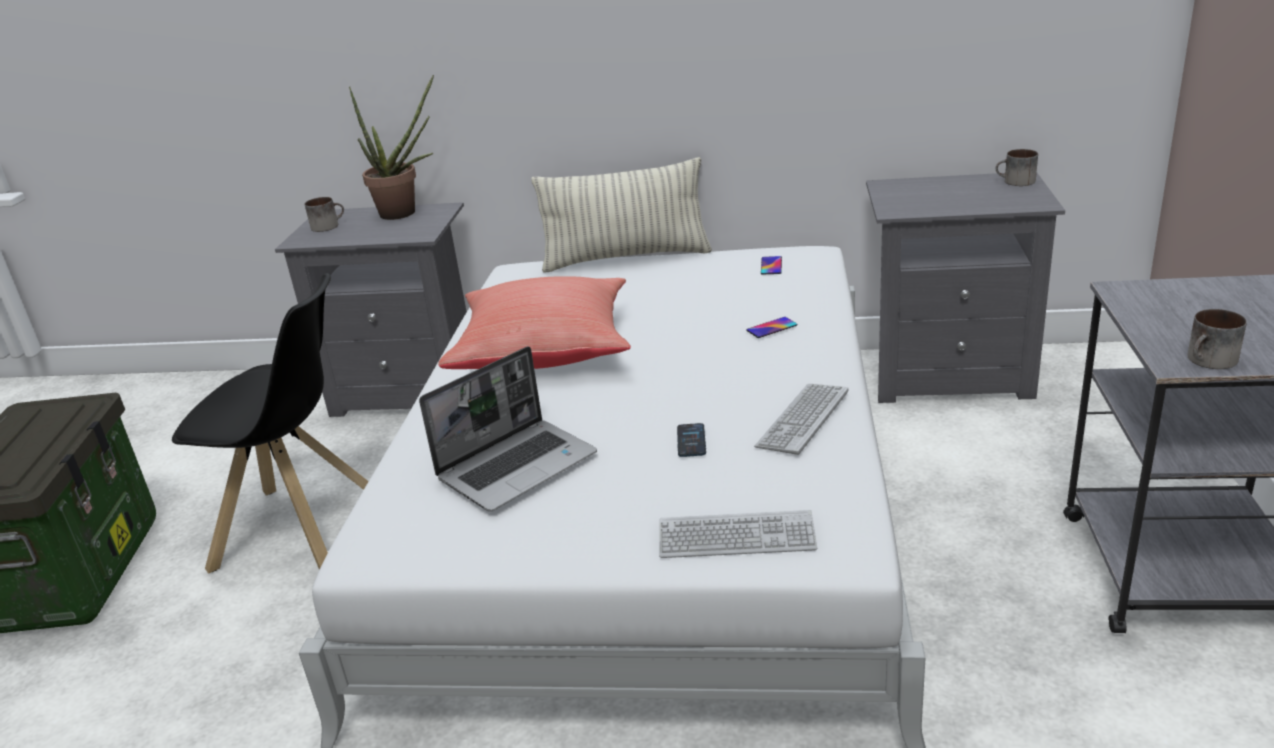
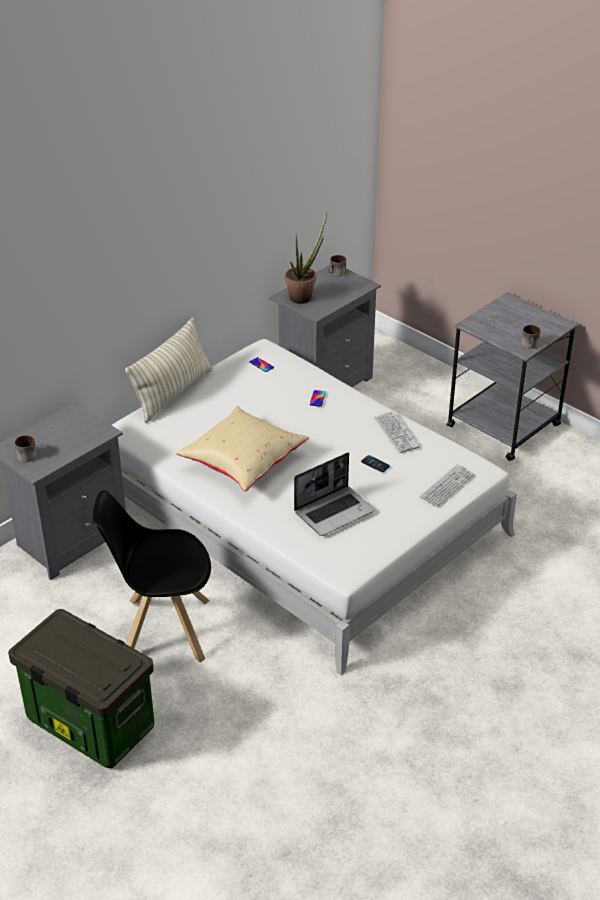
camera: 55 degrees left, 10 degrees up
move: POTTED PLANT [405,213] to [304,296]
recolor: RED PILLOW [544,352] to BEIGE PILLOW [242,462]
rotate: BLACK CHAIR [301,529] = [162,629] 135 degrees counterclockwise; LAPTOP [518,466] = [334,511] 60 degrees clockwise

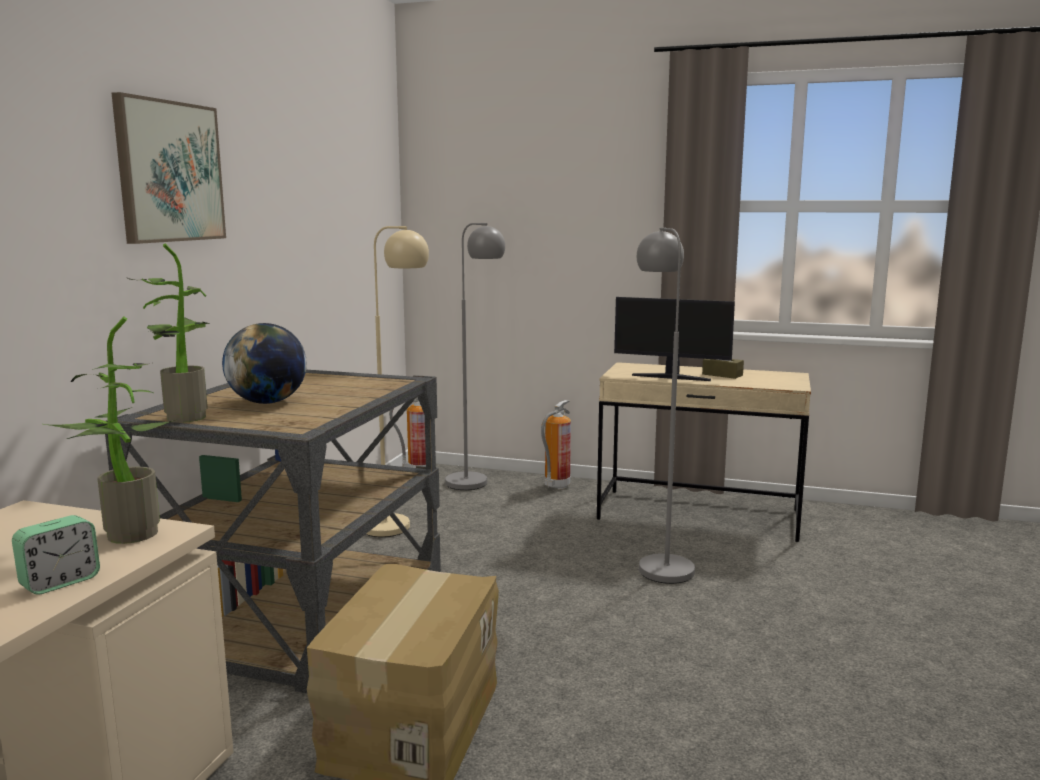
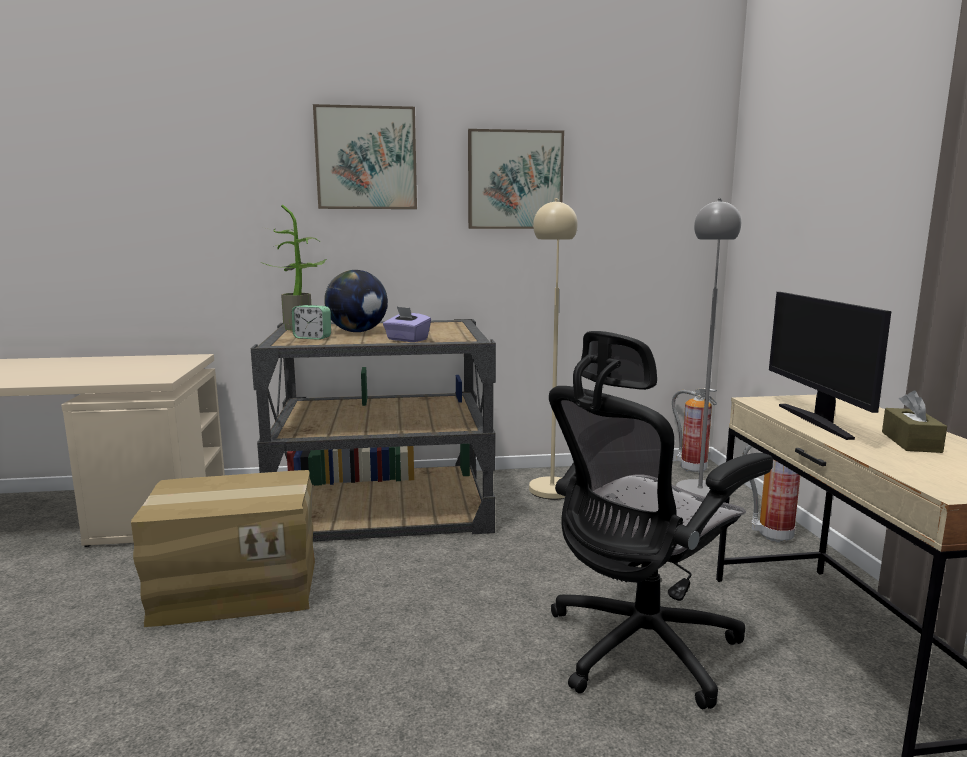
camera: 65 degrees right, 0 degrees up
delete: POTTED PLANT [125,537]
insert: PICTURE [515,180]; PURPLE TISSUE BOX [407,340]
move: ALARM CLOCK [60,582] to [312,338]
replace: GREY FLOOR LAMP [659,564] to OFFICE CHAIR [641,649]

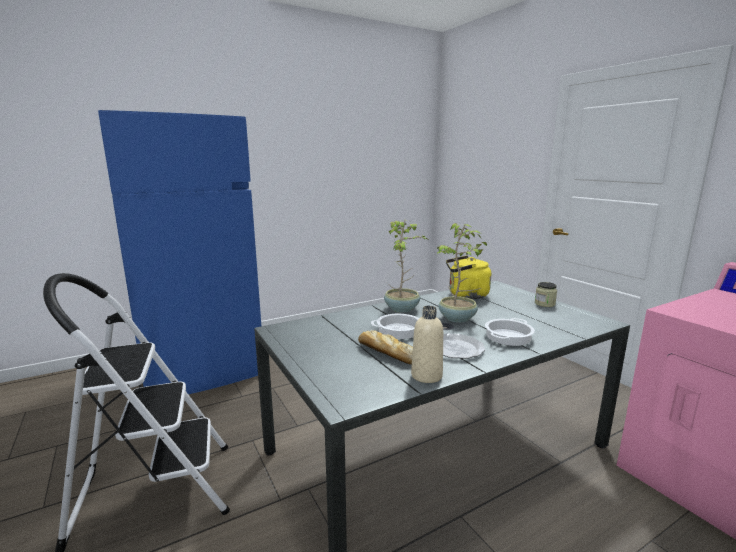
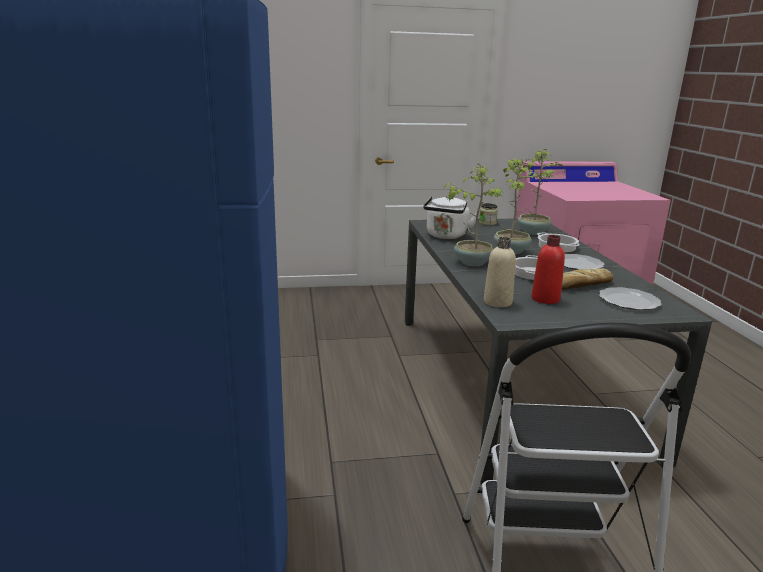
camera: 70 degrees left, 5 degrees up
insert: POTTED PLANT [533,232]; RED BOTTLE [545,299]; PLATE [628,301]
move: BEIGE BOTTLE [426,375] to [497,302]
recolor: YELLOW KETTLE [466,295] to WHITE KETTLE [446,236]

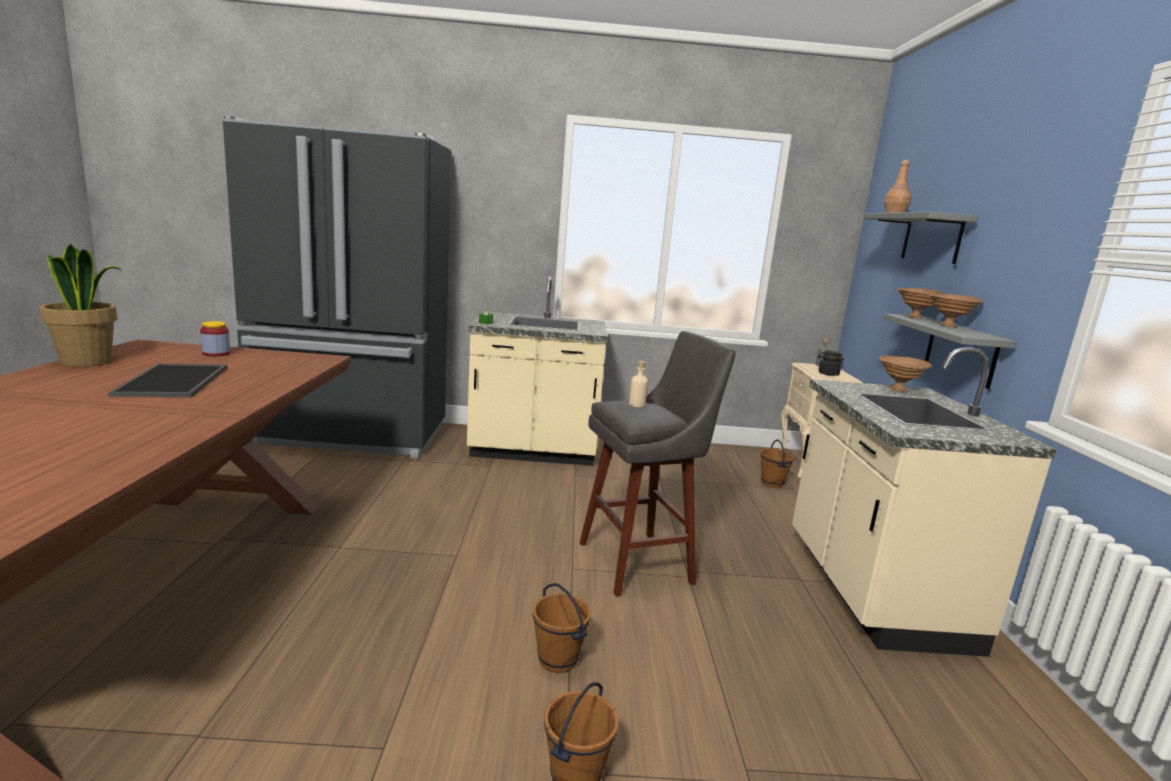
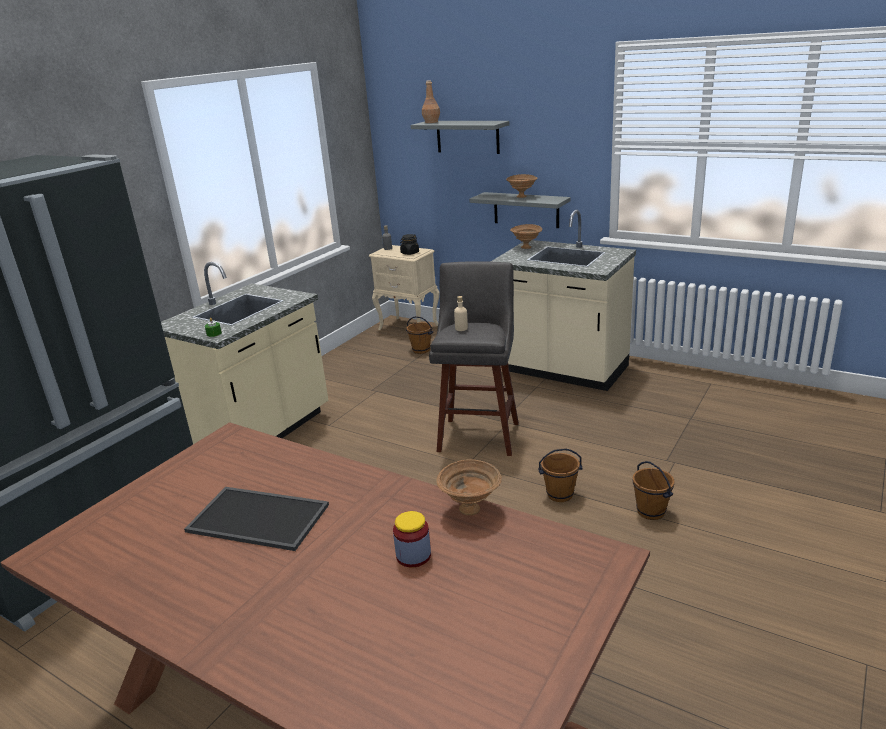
camera: 55 degrees left, 10 degrees up
delete: POTTED PLANT [87,362]
move: BROWN BOWL [915,317] to [471,509]; JAR [216,353] to [413,555]

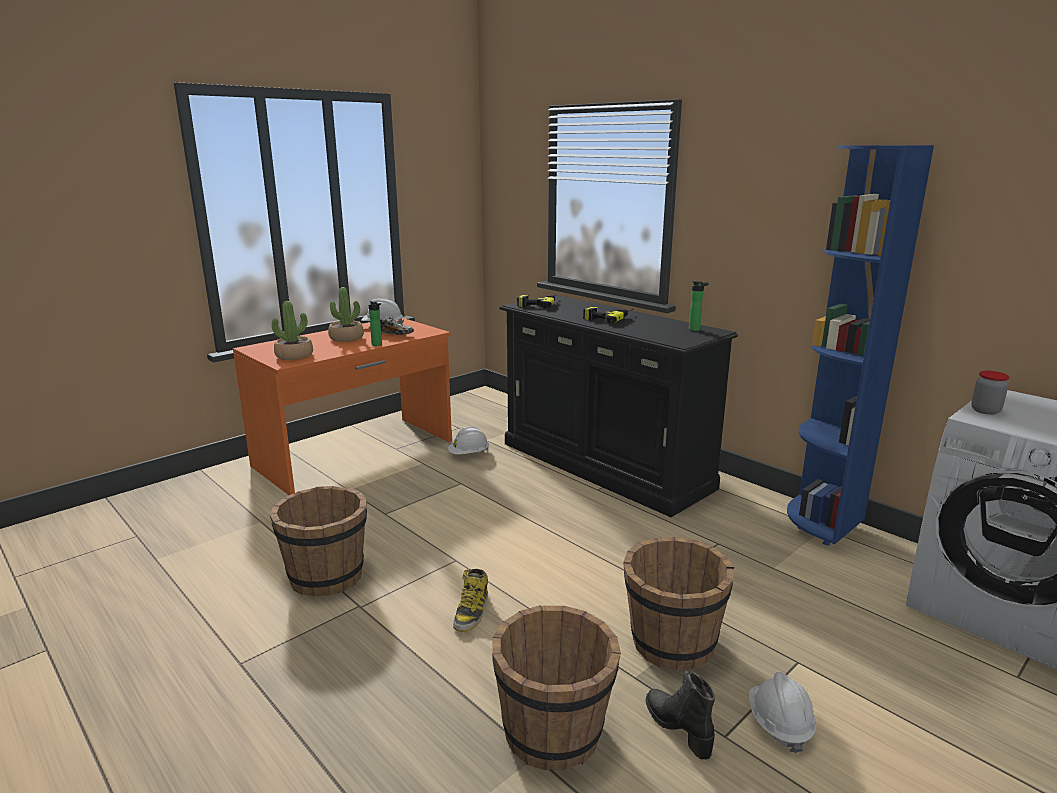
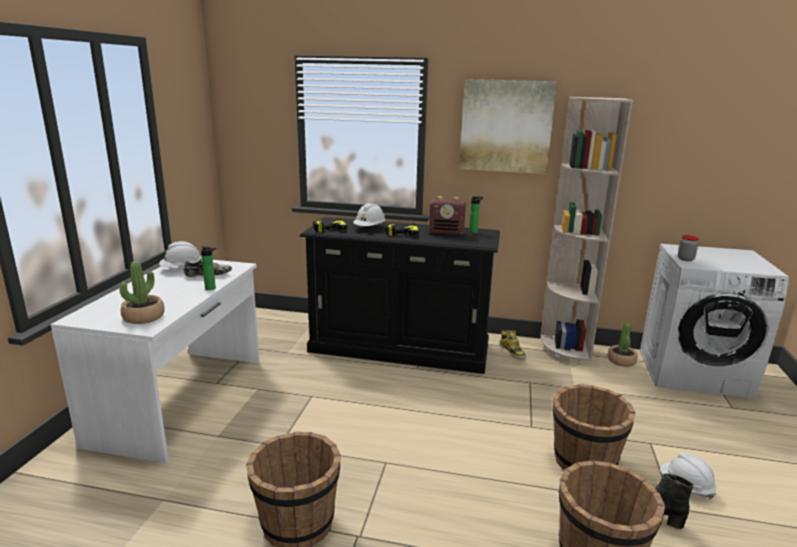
camera: 35 degrees left, 0 degrees up
insert: PICTURE [506,126]; RADIO [446,233]
move: POTTED PLANT [346,338] to [621,361]; WHITE HARD HAT [469,454] to [369,228]; BOOT [471,611] to [512,351]
recolor: BLUE BOOKCASE [818,527] to BEIGE BOOKCASE [565,353]; ORANGE DESK [356,454] to WHITE DESK [182,399]

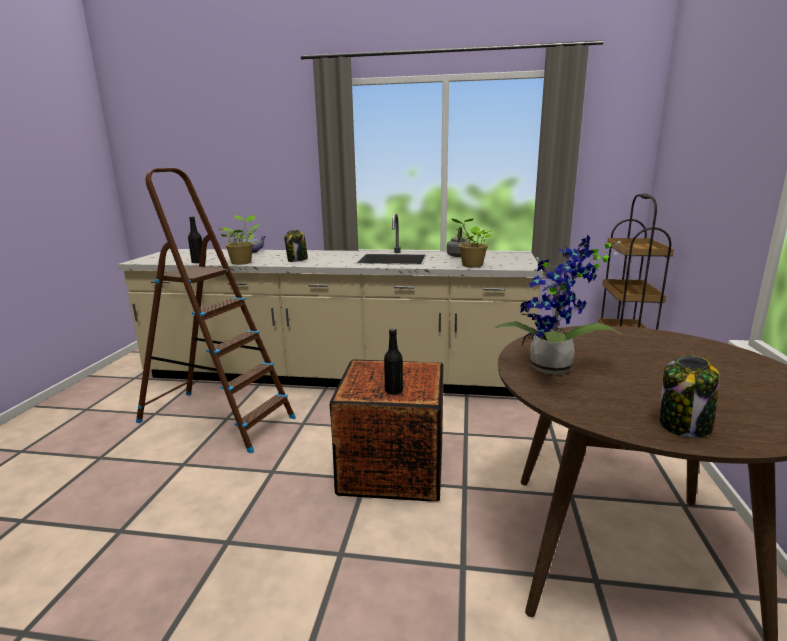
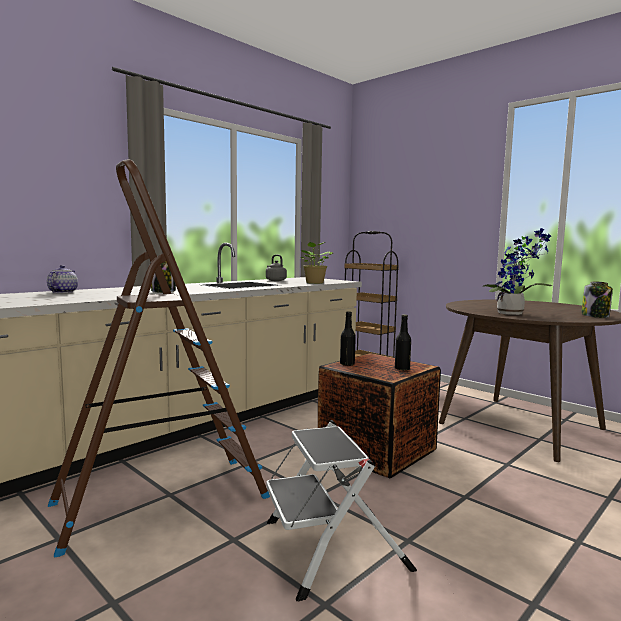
camera: 55 degrees left, 10 degrees down
delete: POTTED PLANT [242,262]
insert: STEP LADDER [334,547]
move: BLACK BOTTLE [198,262] to [347,364]

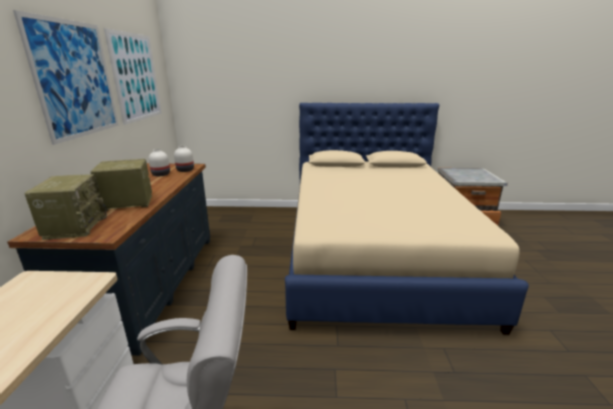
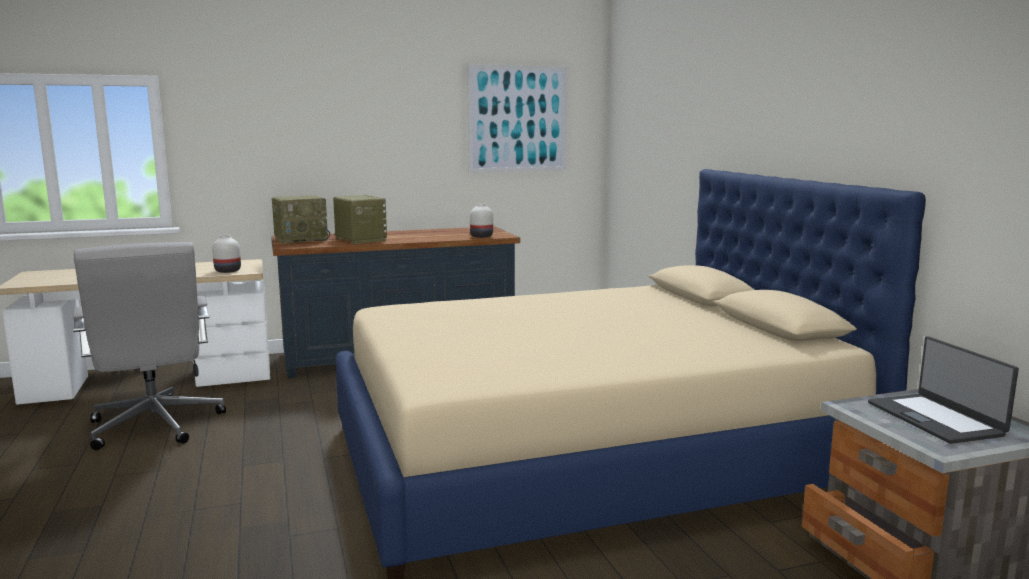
camera: 70 degrees right, 10 degrees down
delete: PICTURE [75,79]
insert: LAPTOP [935,419]
move: WHITE VASE [160,174] to [227,271]

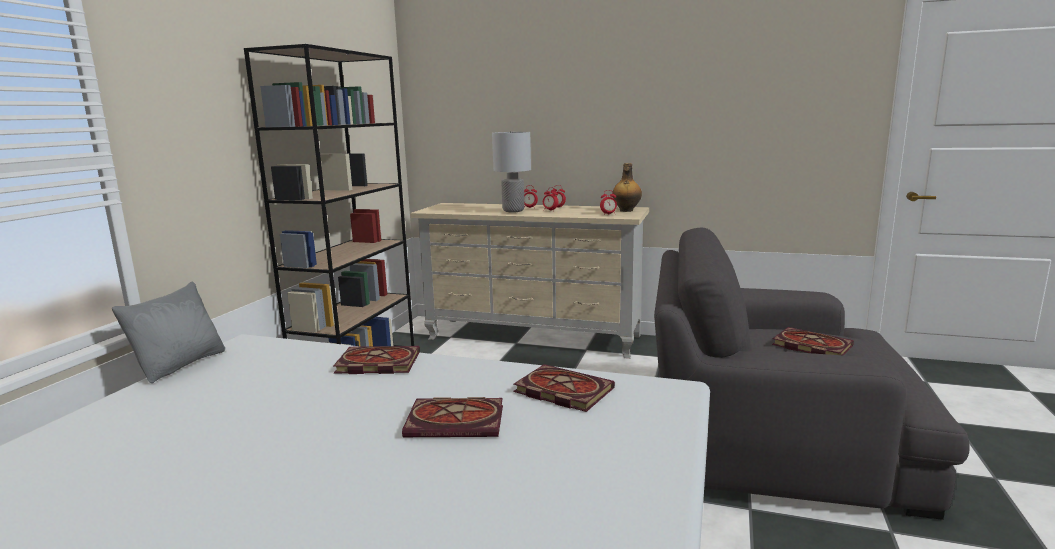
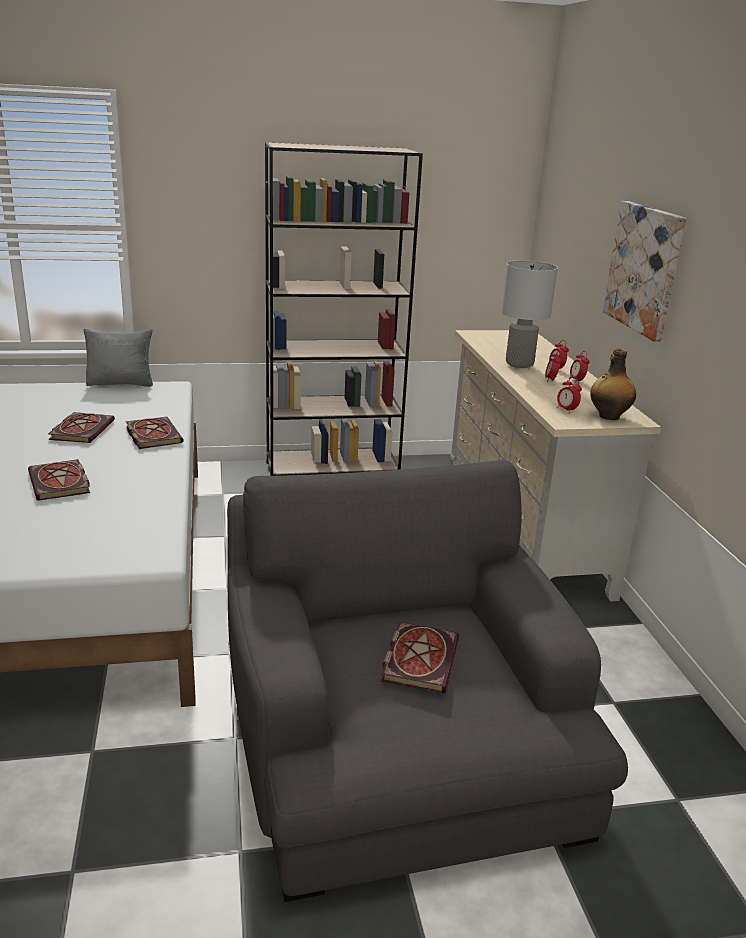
camera: 60 degrees right, 10 degrees up
insert: PICTURE [645,269]
move: BOOK [560,391] to [81,430]

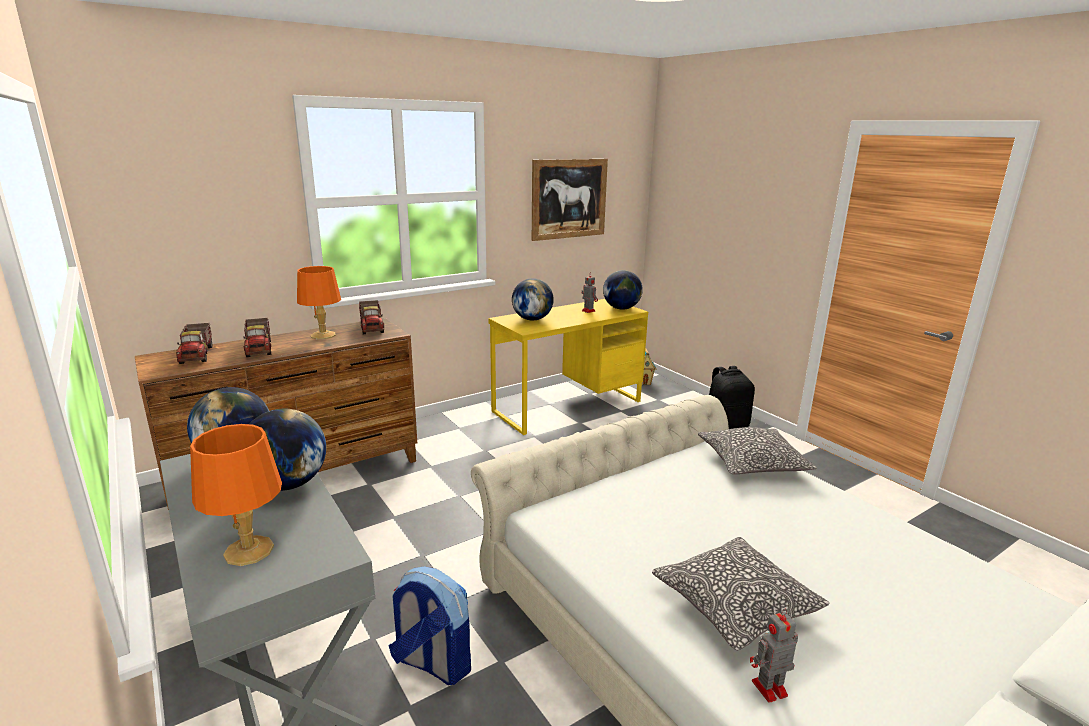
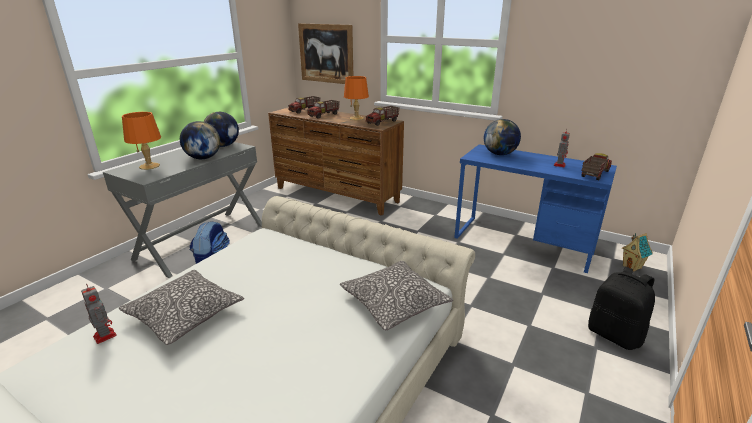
camera: 65 degrees right, 5 degrees up
move: PICTURE [569,199] to [326,53]
replace: GLOBE [621,308] to TOY TRUCK [594,174]
recolor: YELLOW DESK [568,406] to BLUE DESK [523,242]

